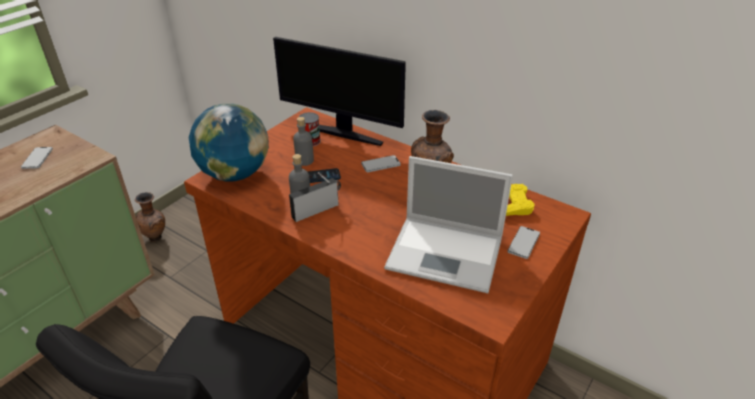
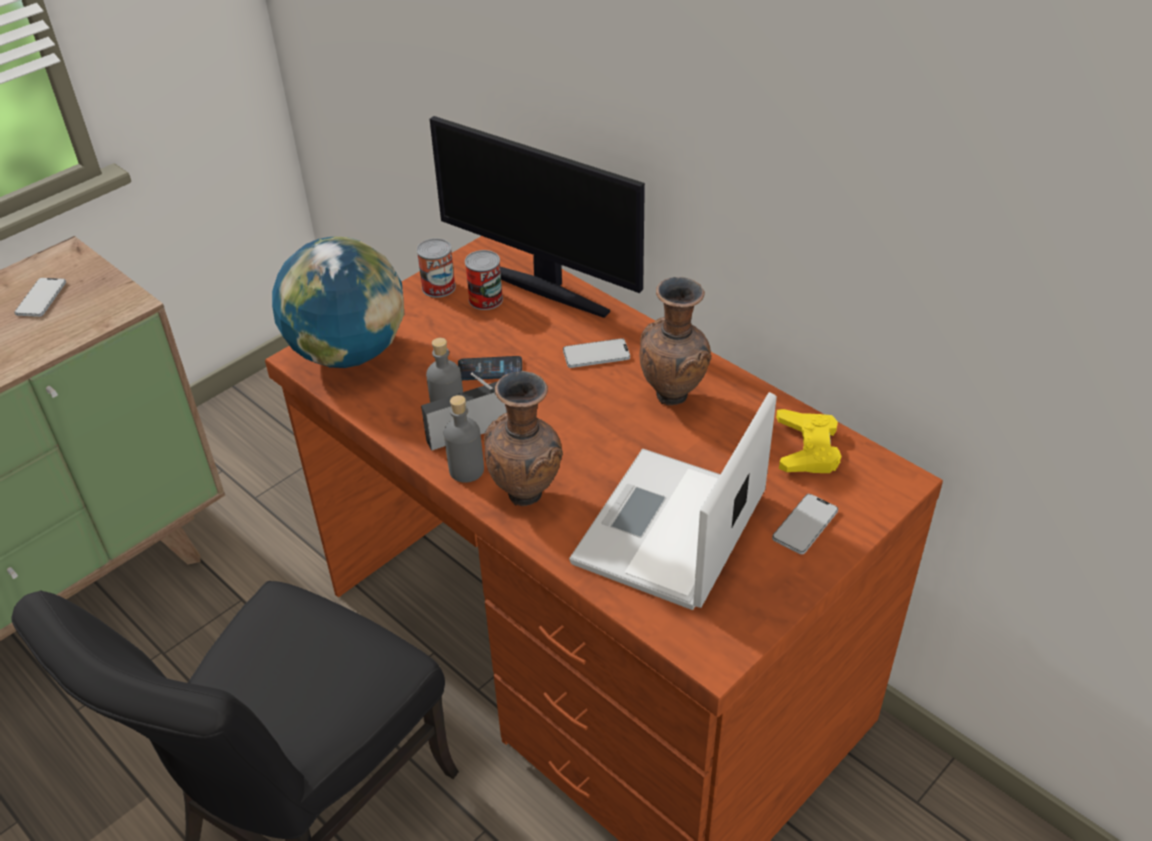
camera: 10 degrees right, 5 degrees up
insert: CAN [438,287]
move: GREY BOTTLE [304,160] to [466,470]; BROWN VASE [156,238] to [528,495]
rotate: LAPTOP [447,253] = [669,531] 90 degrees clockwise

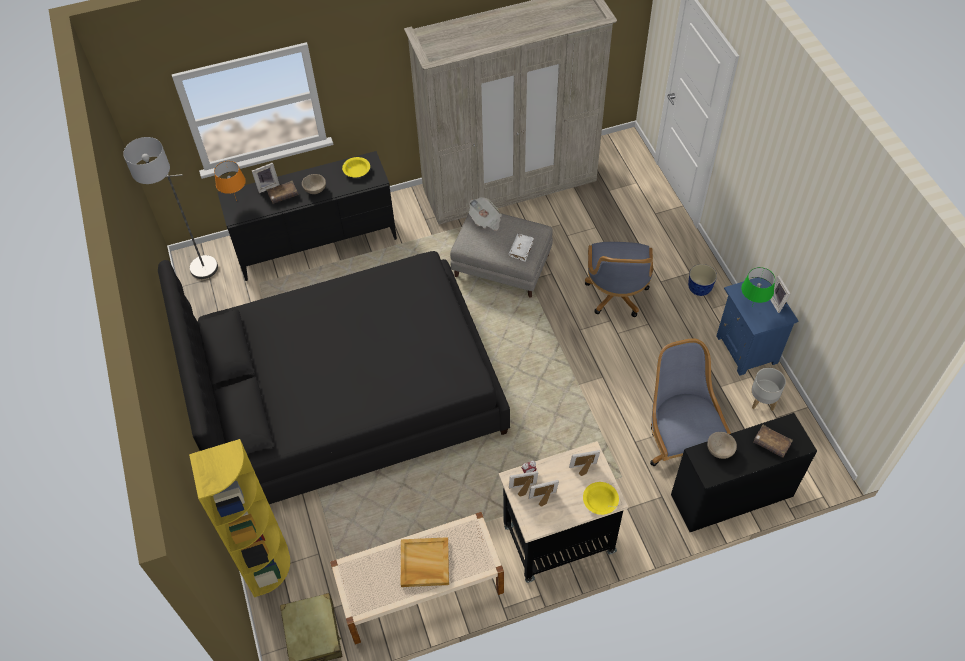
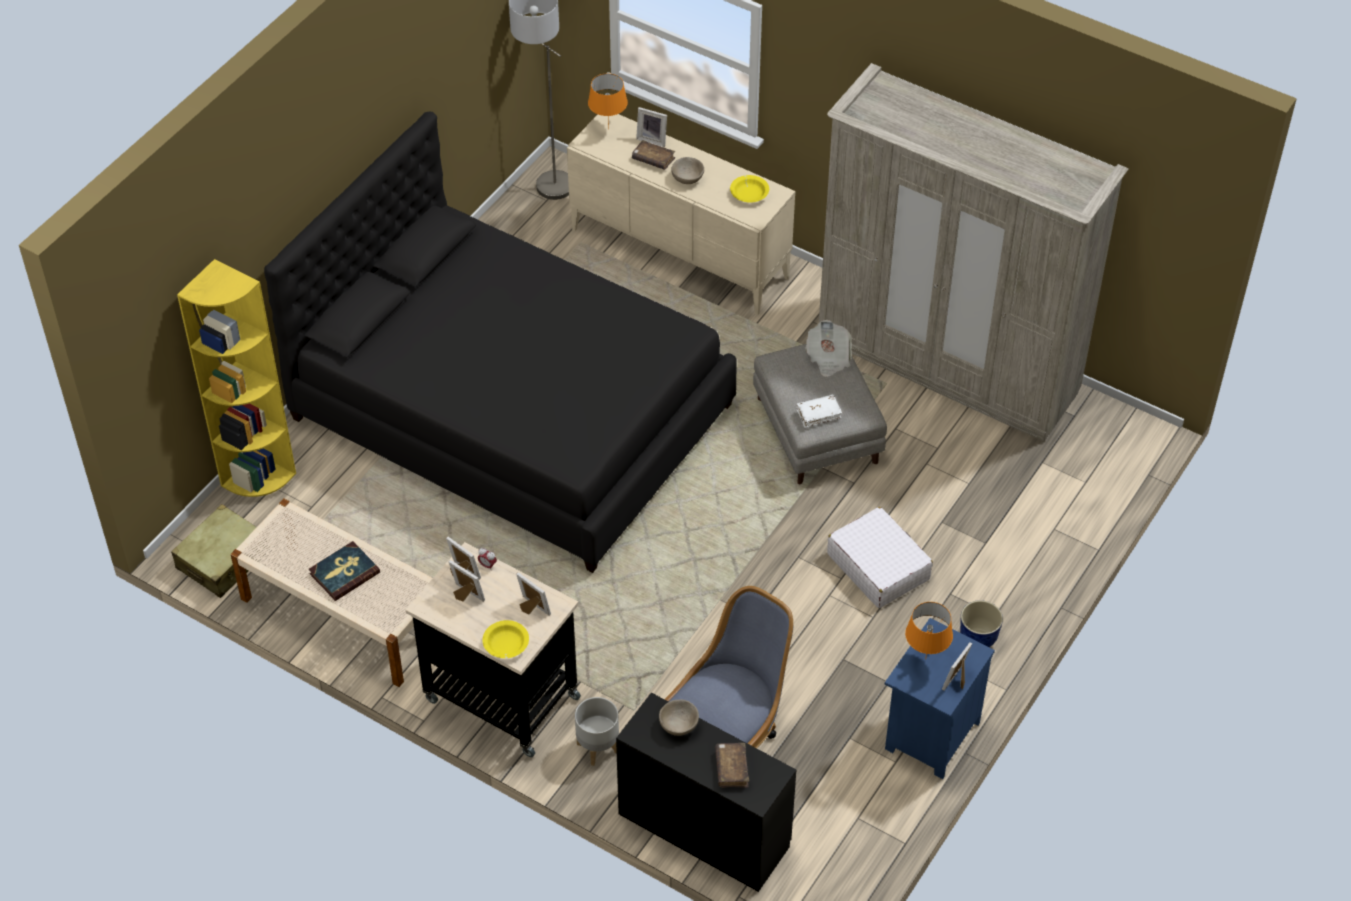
camera: 50 degrees right, 5 degrees down
move: GREY PLANTER [762,400] to [598,748]
replace: BLUE OFFICE CHAIR [616,299] to WHITE SUITCASE [878,566]; BEIGE TRAY [424,563] to BOOK [344,573]
recolor: BLACK DRESSER [317,243] to BEIGE DRESSER [681,253]; GREEN TABLE LAMP [752,307] to ORANGE TABLE LAMP [926,659]

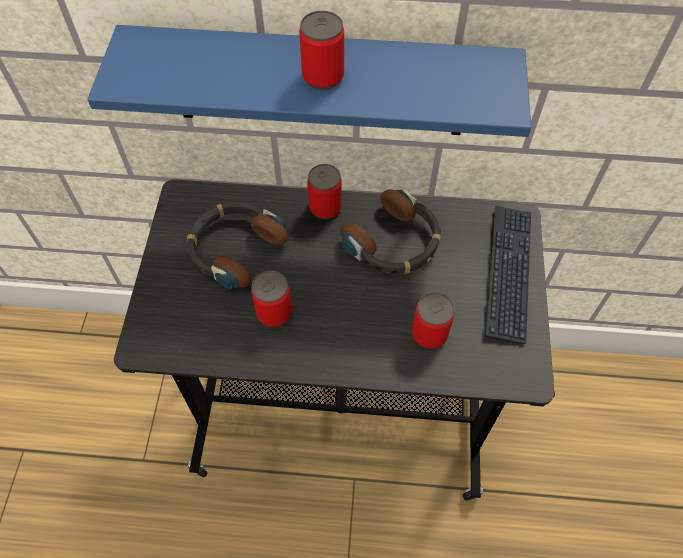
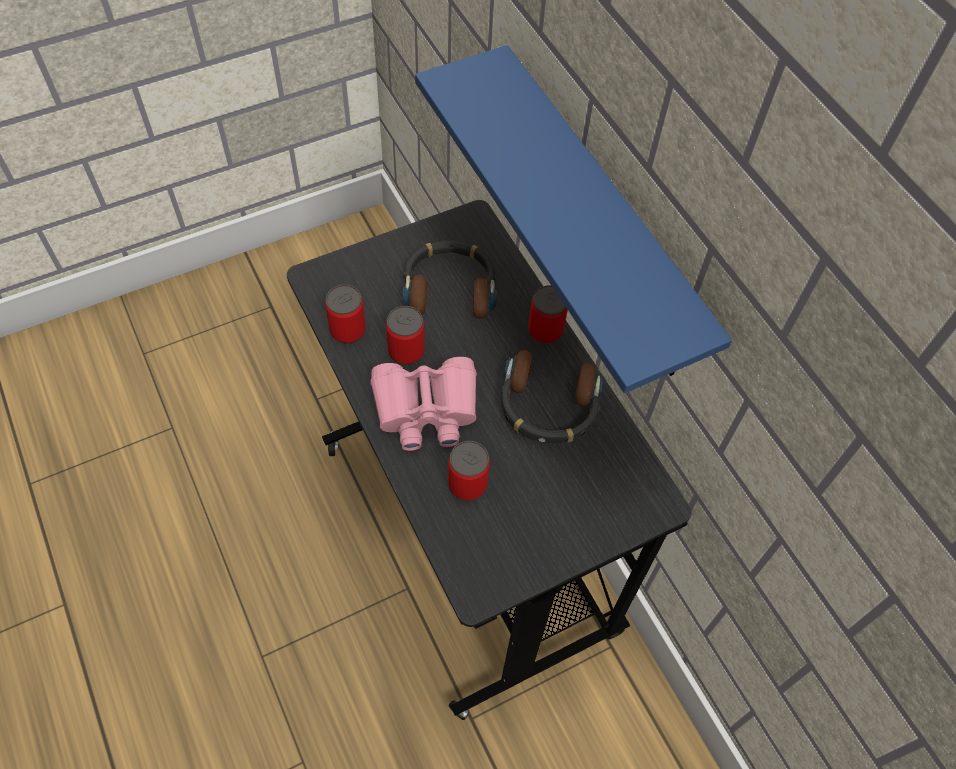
camera: 55 degrees right, 0 degrees up
delete: KEYBOARD [508,273]
insert: PINK BINOCULARS [426,409]
move: CAN [323,76] to [348,330]

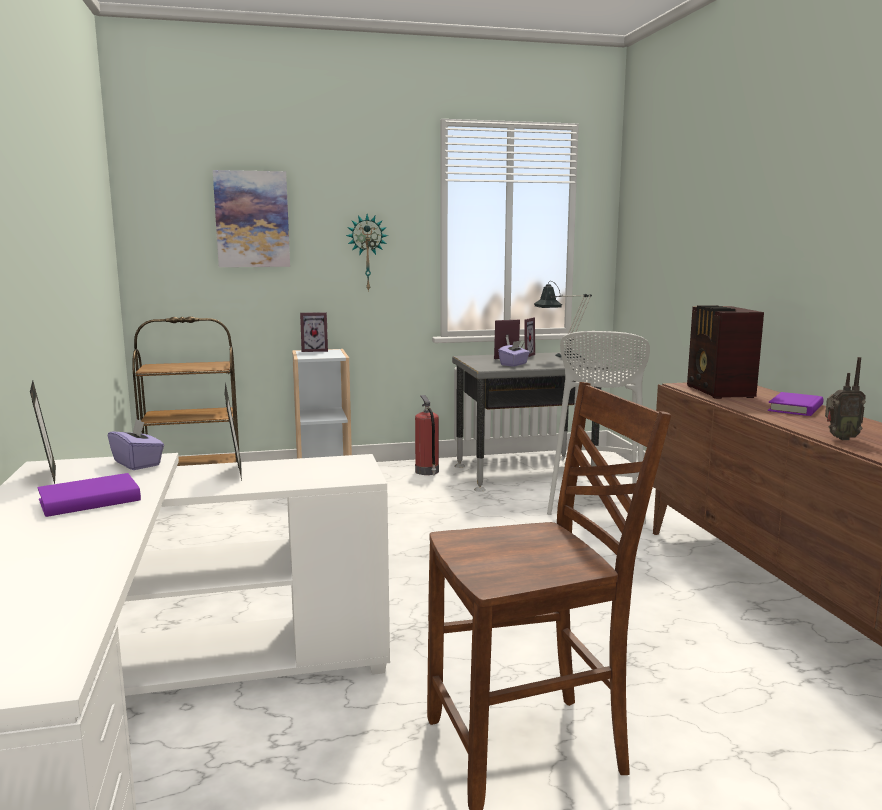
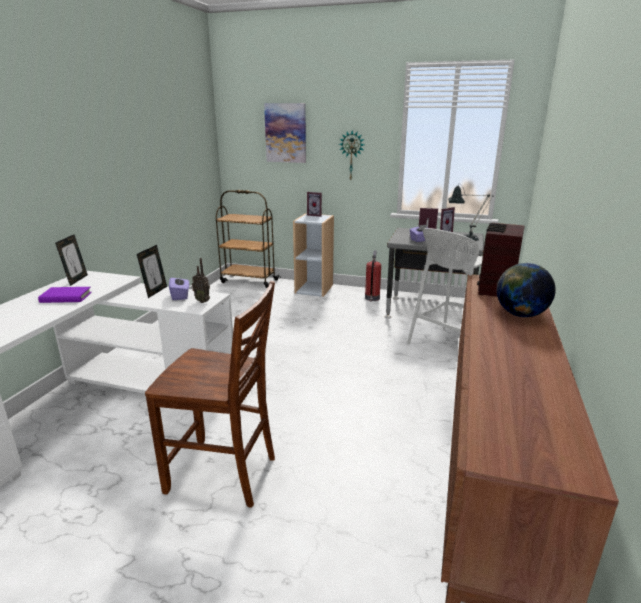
camera: 30 degrees right, 10 degrees up
move: RADIO [839,438] to [203,301]; PURPLE TISSUE BOX [138,463] to [180,296]
replace: PURPLE BOOK [795,408] to GLOBE [520,315]

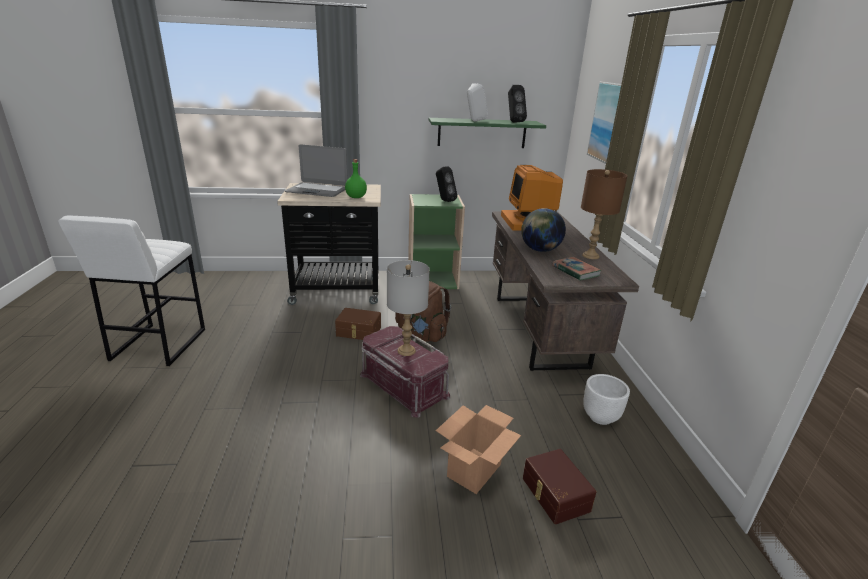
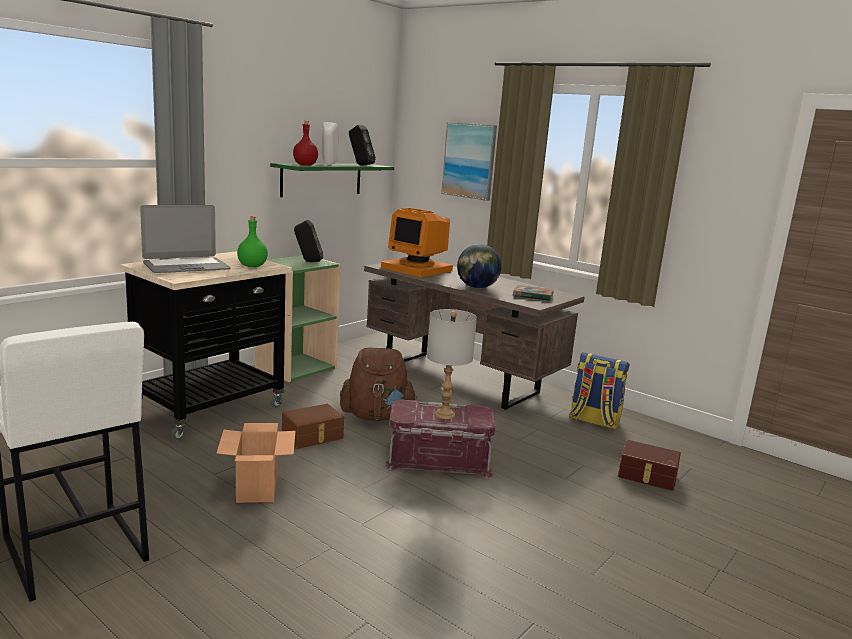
camera: 45 degrees left, 10 degrees down
delete: BROWN TABLE LAMP [591,256]
insert: RED BOTTLE [305,165]
move: CARDBOARD BOX [474,470] to [257,488]
replace: WHITE PLANTER [599,417] to BACKPACK [594,421]

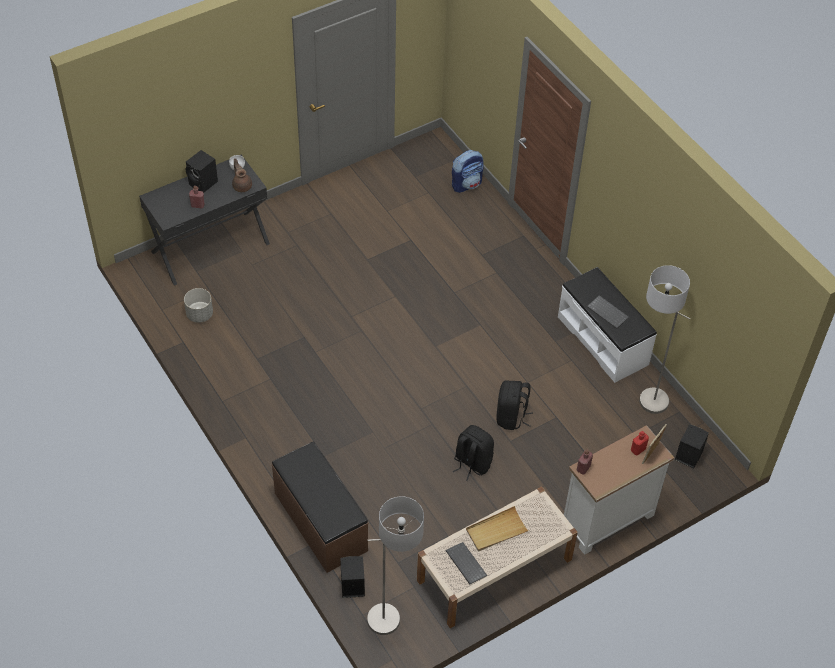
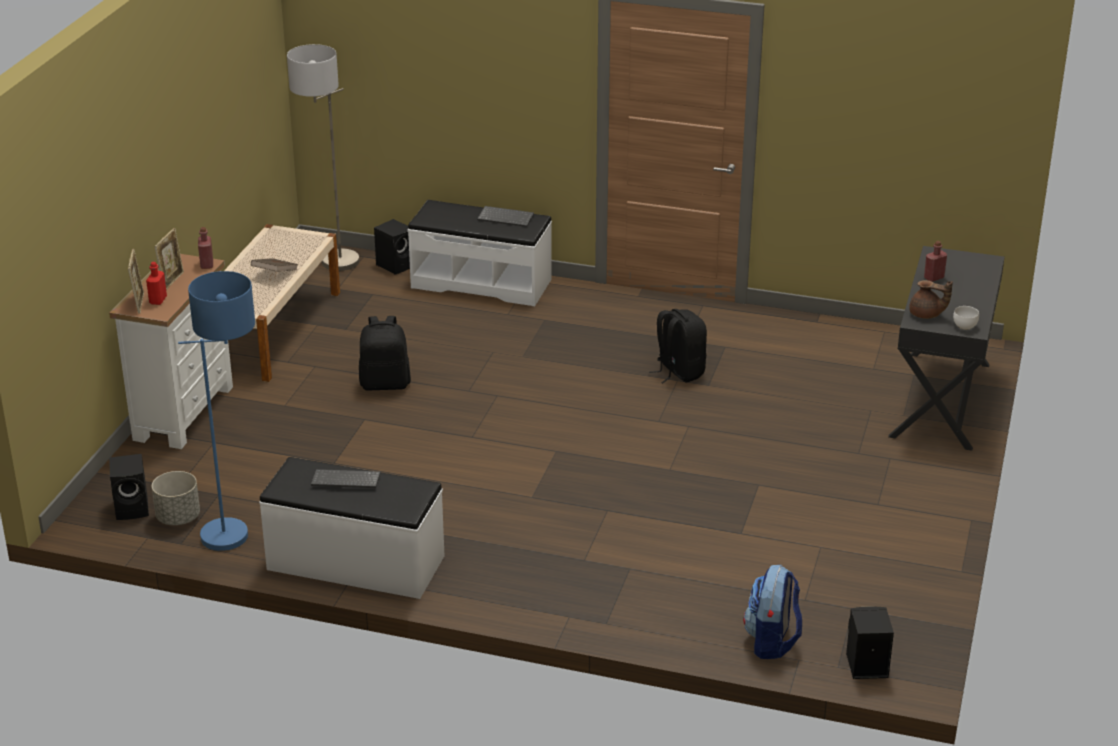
camera: 140 degrees right, 20 degrees down
insert: PICTURE FRAME [172,281]
move: BLACK SPEAKER [203,183] to [865,665]; GREY PLANTER [199,314] to [178,517]; BLACK BACKPACK [511,417] to [678,372]; KEYBOARD [465,563] to [506,217]
replace: BEIGE TRAY [496,531] to BROWN BOOK [275,274]
recolor: GREY FLOOR LAMP [646,397] to BLUE FLOOR LAMP [239,535]; BROWN BENCH [320,522] to WHITE BENCH [481,283]

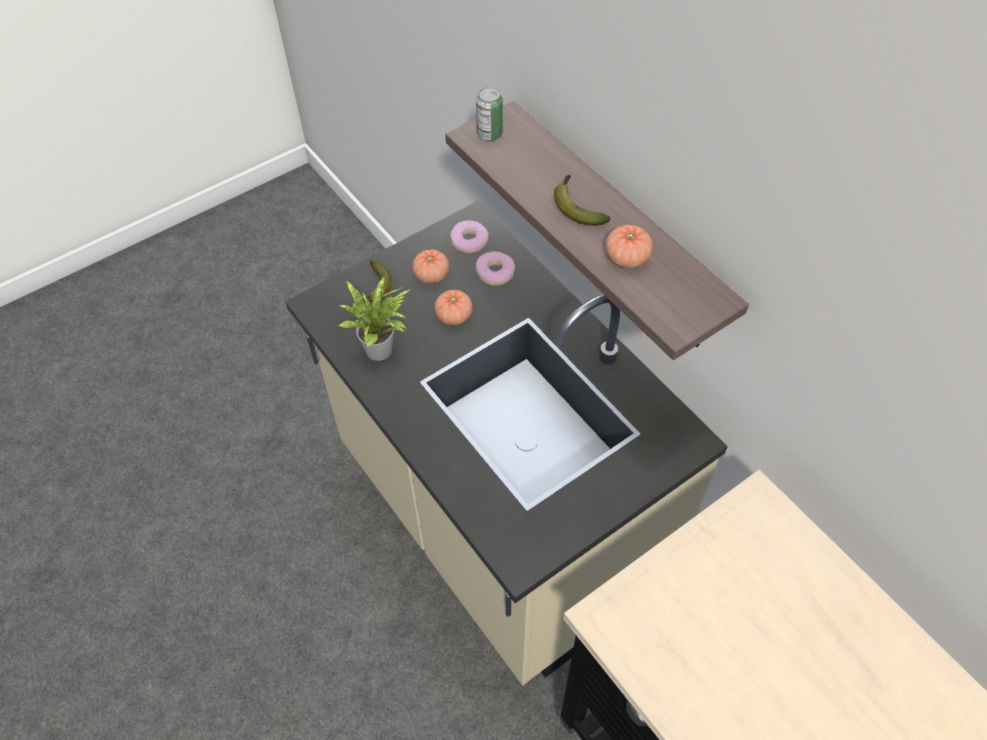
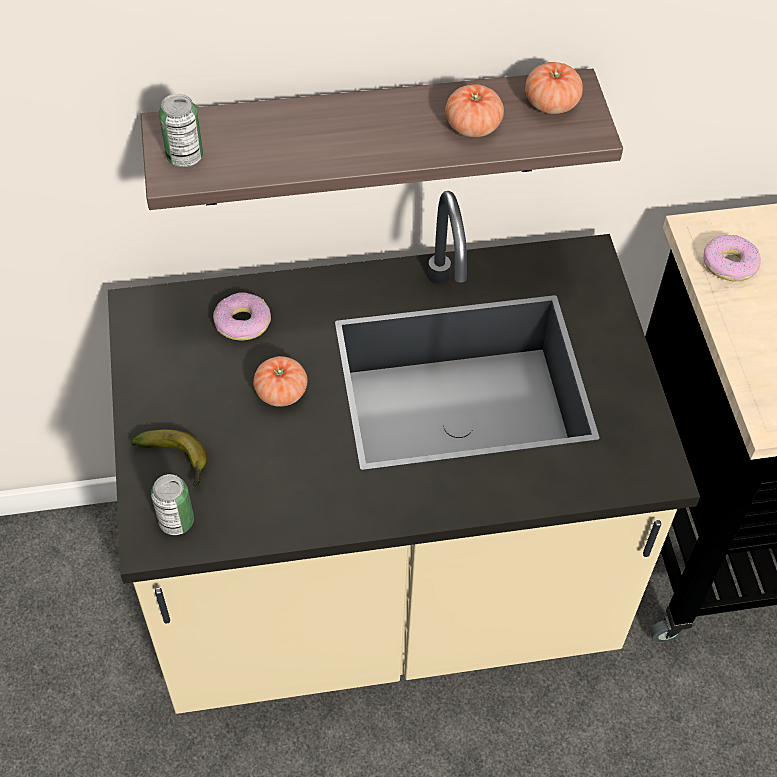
camera: 65 degrees left, 0 degrees up
delete: BANANA [576,206]; POTTED PLANT [383,349]
insert: CAN [176,521]
move: DONUT [469,241] to [729,264]; TOMATO [431,275] to [551,103]

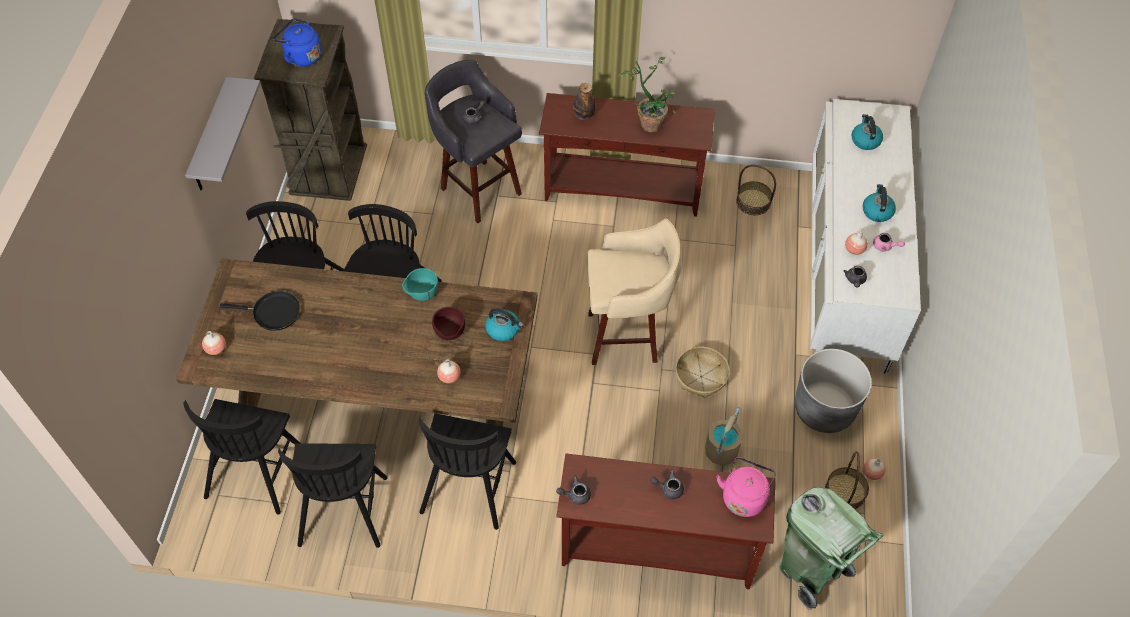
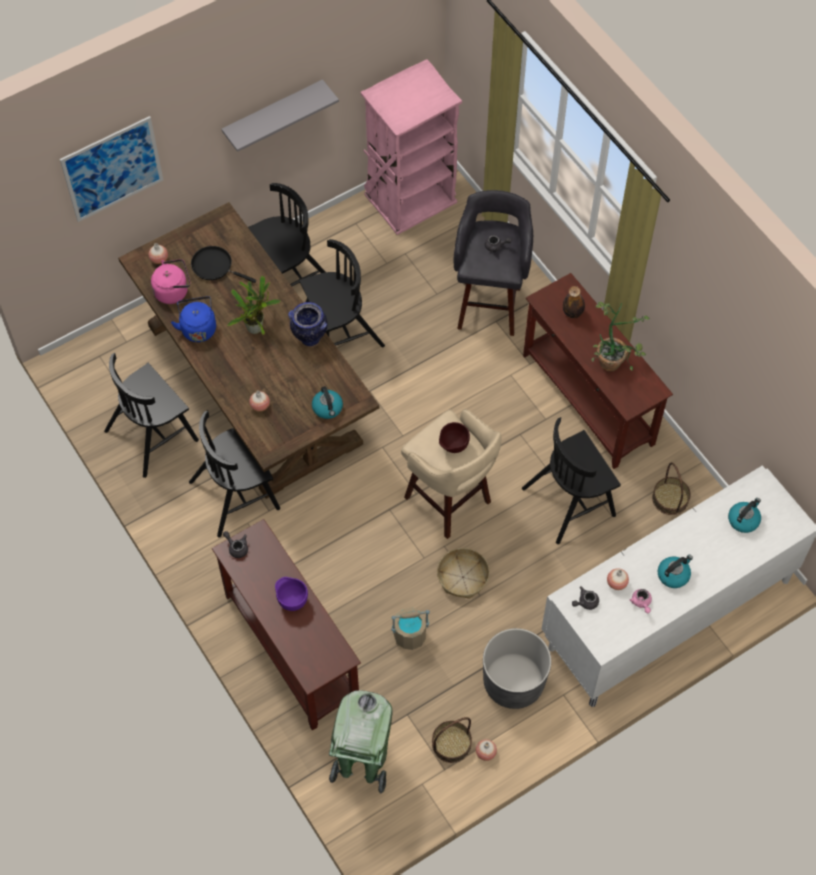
camera: 50 degrees right, 5 degrees up
insert: PICTURE [112,169]; POTTED PLANT [256,326]
move: BLUE KETTLE [301,56] to [198,328]; BROWN BOWL [450,335] to [453,447]; BLACK CHAIR [257,467] to [573,499]; PINK KETTLE [744,496] to [173,291]
replace: TURQUOISE BOWL [422,295] to VASE [309,338]; GREY TEAPOT [668,488] to PURPLE BOWL [291,600]
recolor: BROWN BOOKCASE [329,169] to PINK BOOKCASE [411,198]
rotate: BLACK FRYING PAN [273,312] = [215,266] 150 degrees clockwise

